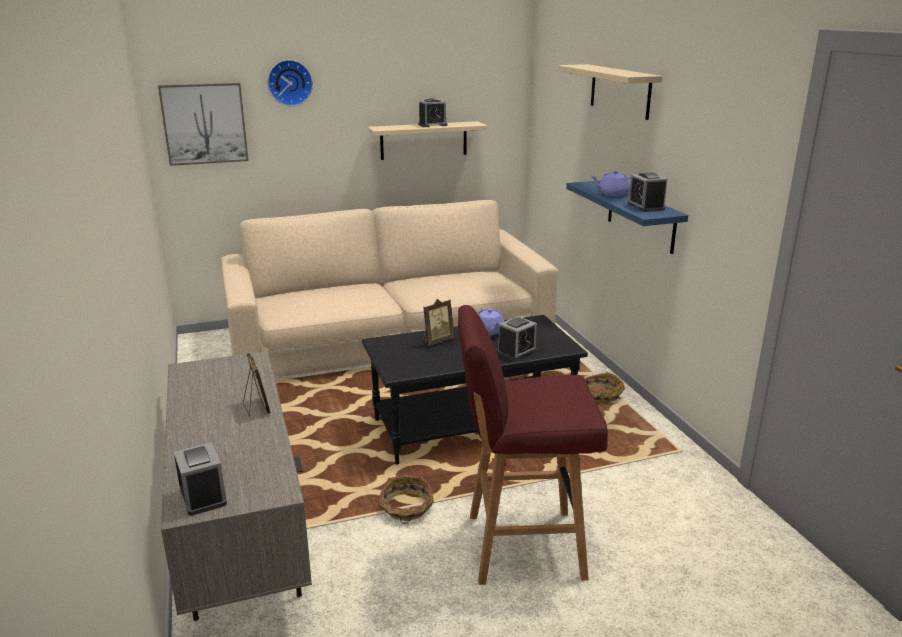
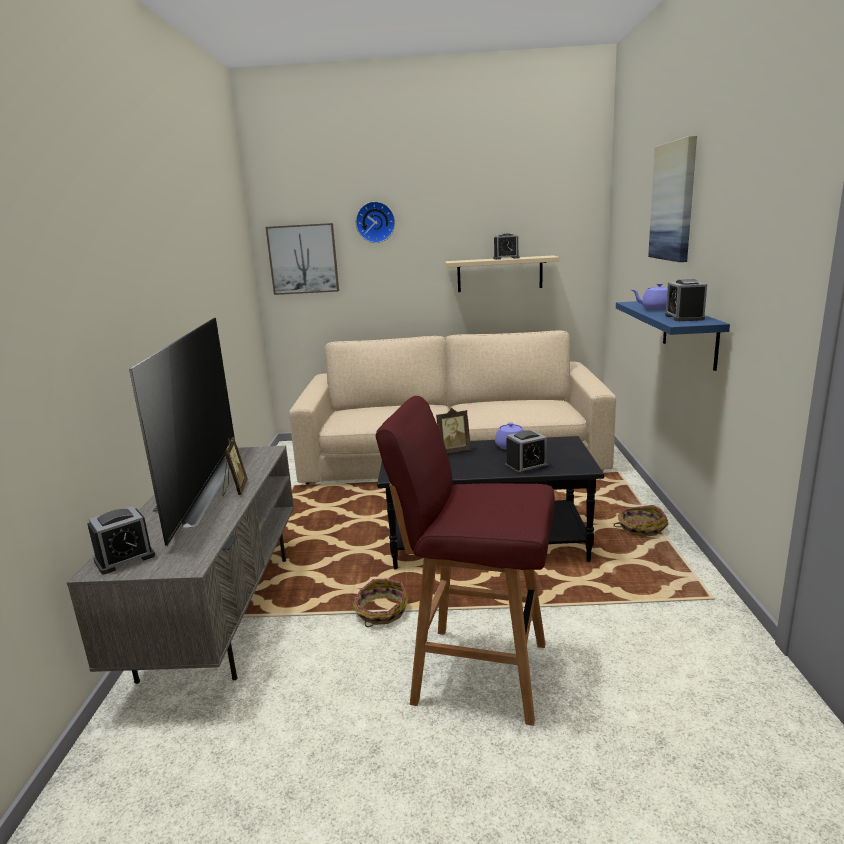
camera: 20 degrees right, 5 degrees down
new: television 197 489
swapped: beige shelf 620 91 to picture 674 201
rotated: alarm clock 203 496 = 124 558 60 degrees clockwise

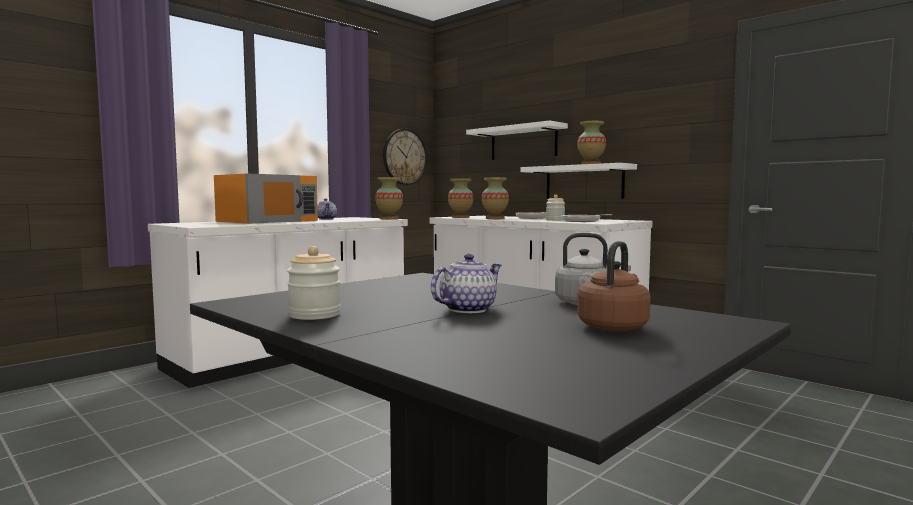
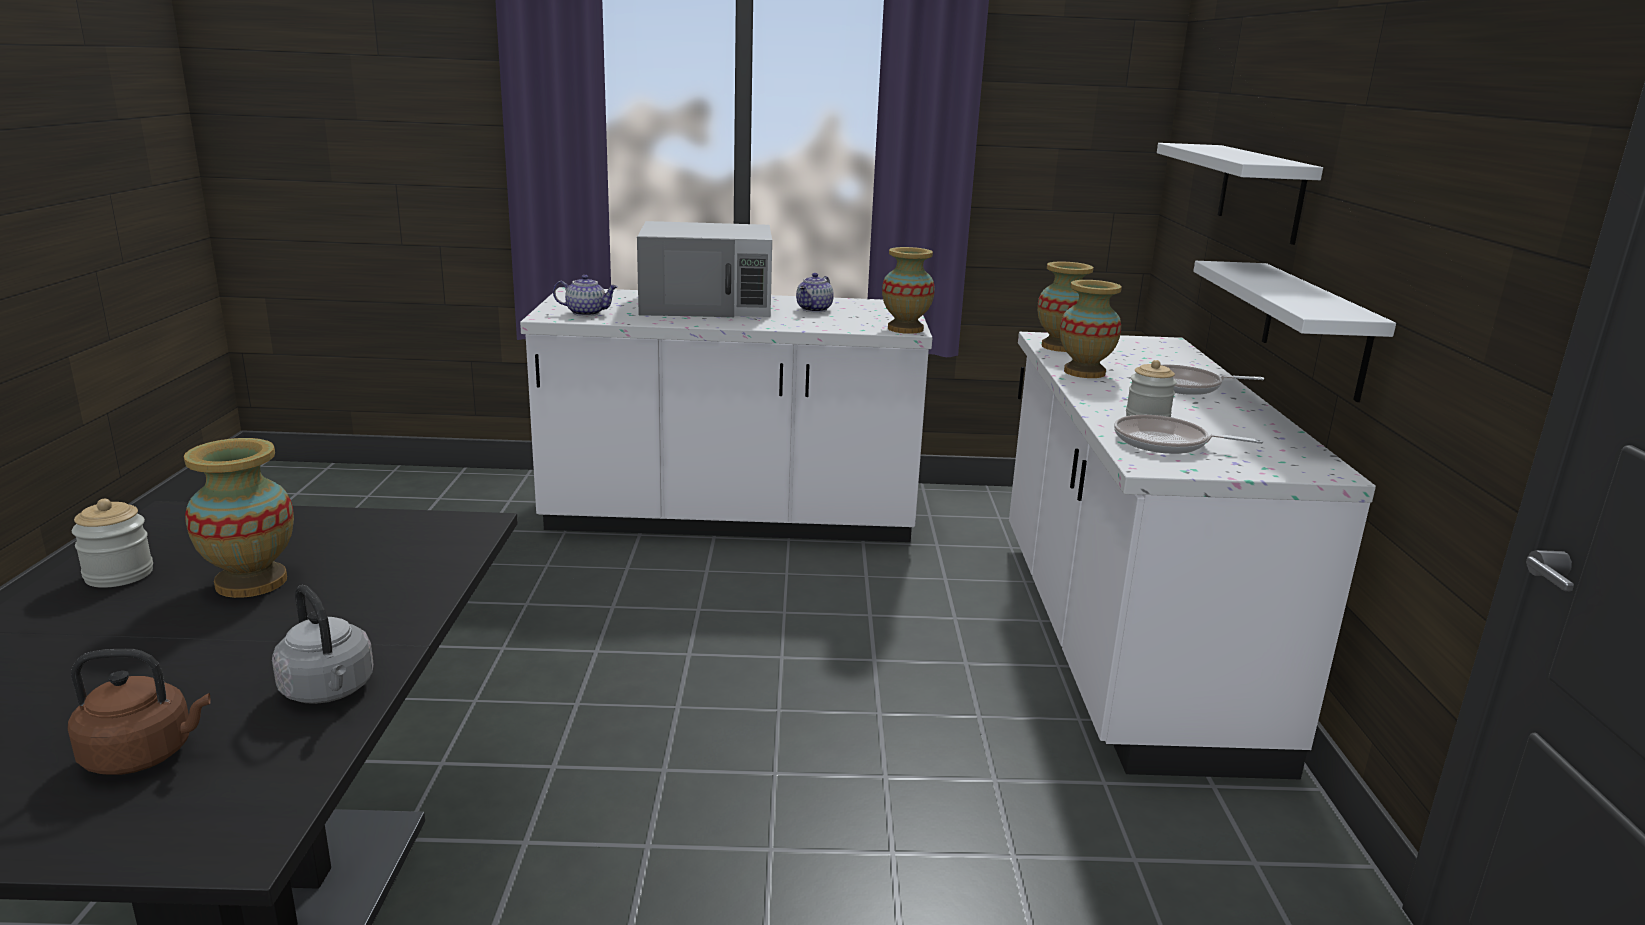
camera: 45 degrees right, 15 degrees up
gone: wall clock 404 157
shifted: vase 591 164 to 251 582; teapot 467 309 to 587 313
repainted: orange microwave 268 221 to white microwave 707 305

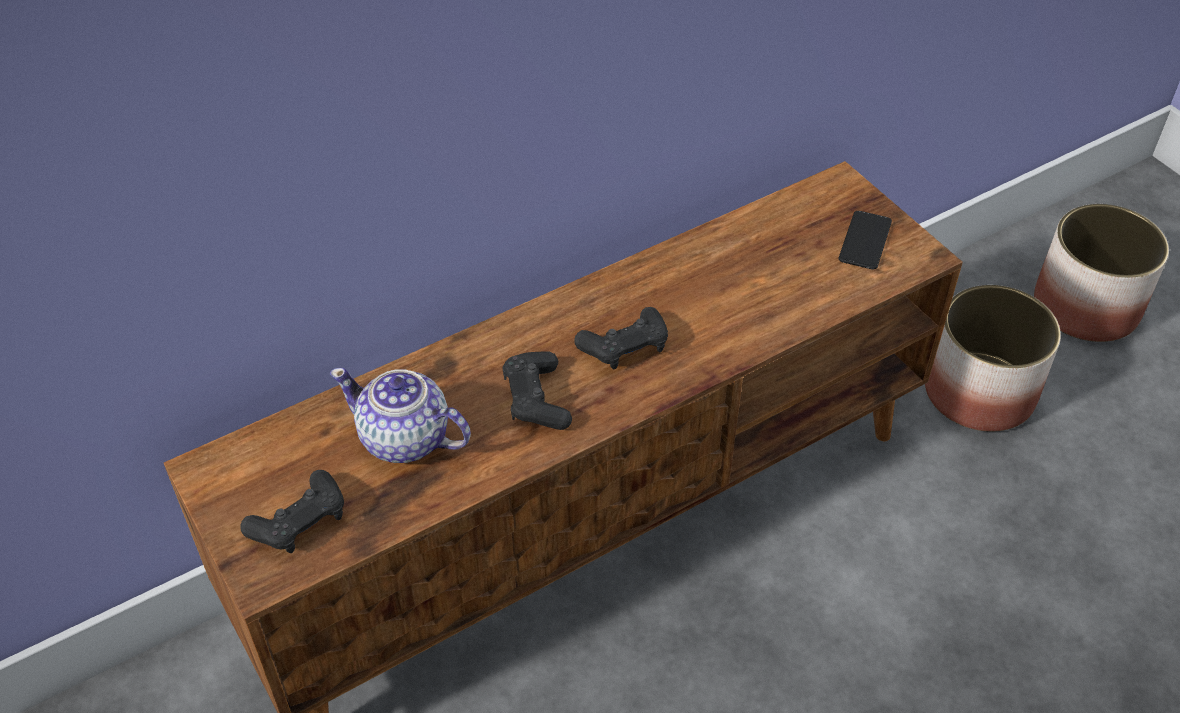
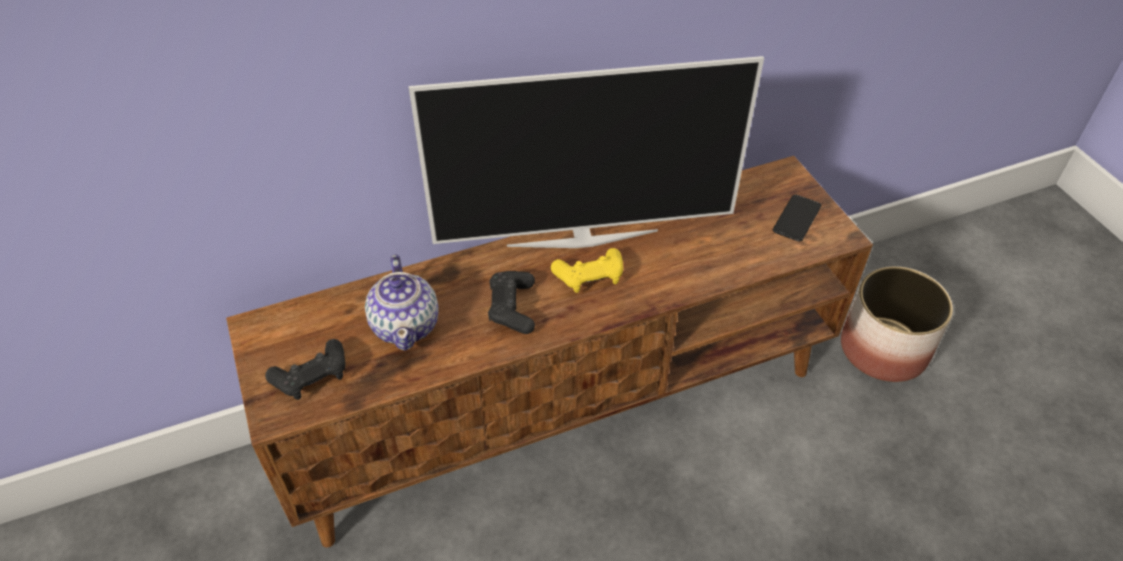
camera: 10 degrees right, 0 degrees up
gone: planter 1086 307
new: television 582 236
repainted: black game controller 625 347 to yellow game controller 589 277
rotated: teapot 405 439 = 406 325 135 degrees counterclockwise

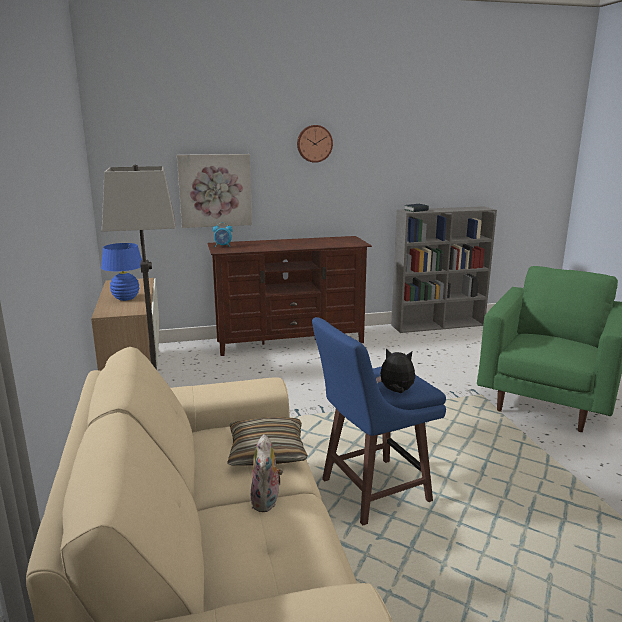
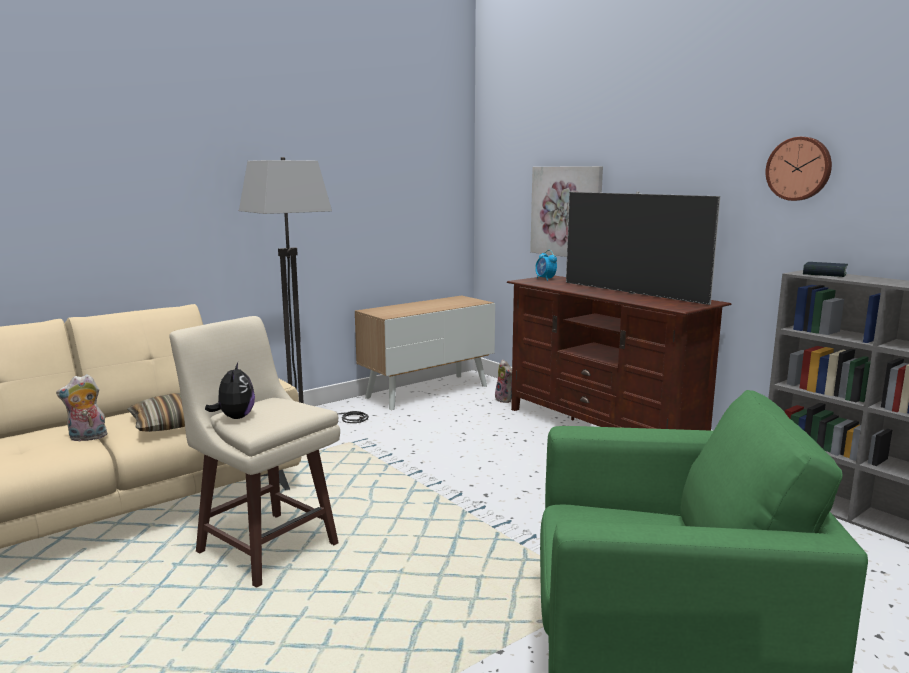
camera: 65 degrees right, 5 degrees down
gone: blue table lamp 126 298
new: plush toy 505 399; television 632 293
shifted: wall clock 314 143 to 799 169
repainted: blue stool 372 491 to beige stool 266 546

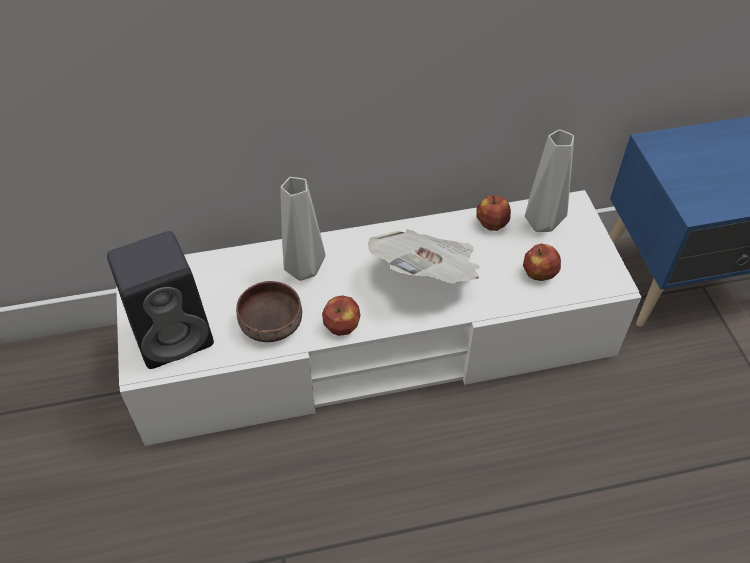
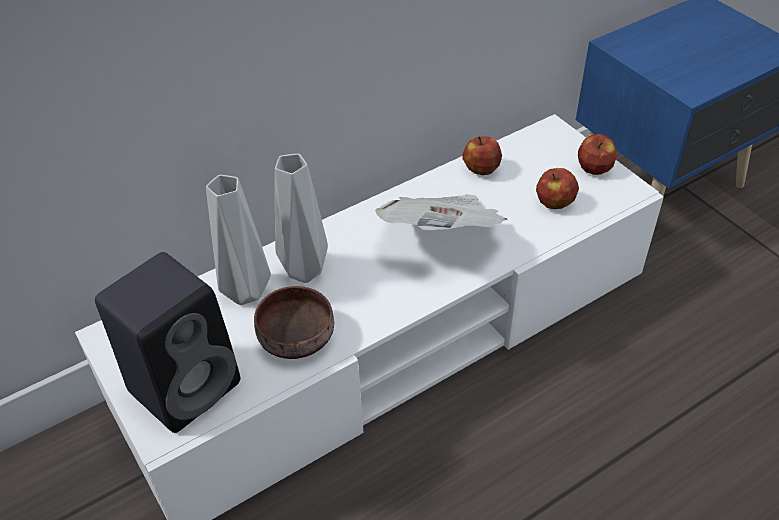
camera: 20 degrees left, 5 degrees down
shifted: grey vase 542 225 to 246 294; apple 342 325 to 594 168

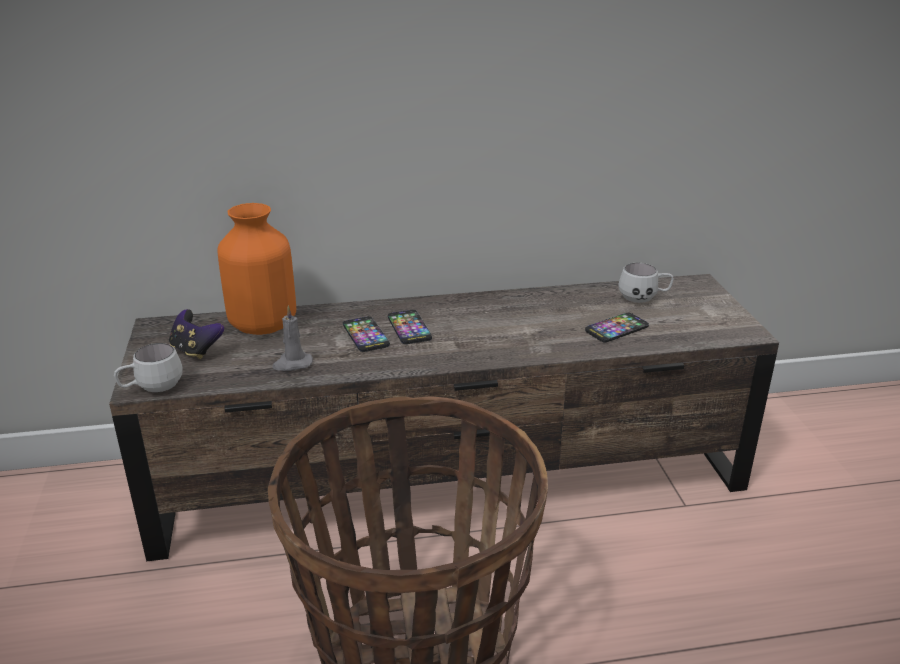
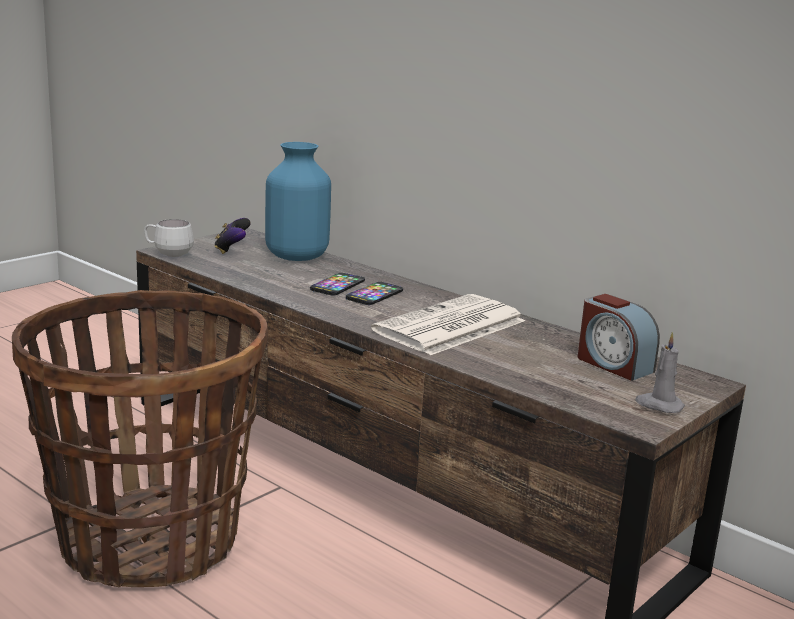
camera: 50 degrees right, 10 degrees down
gone: phone 616 329
new: newspaper 449 327
shifted: grey candle 292 364 to 658 405
swapped: white mug 644 298 to alarm clock 613 364
repainted: orange vase 264 325 to blue vase 297 257

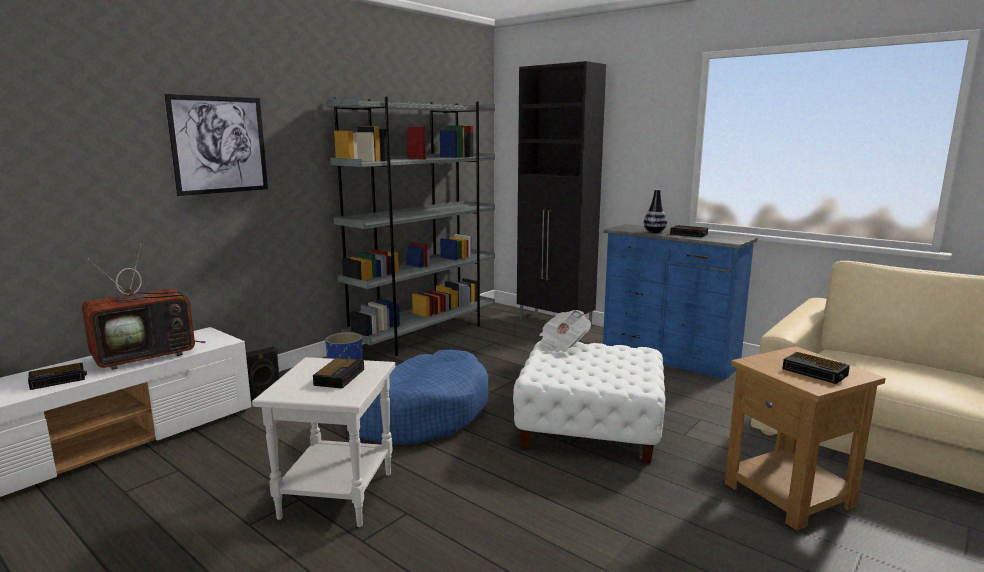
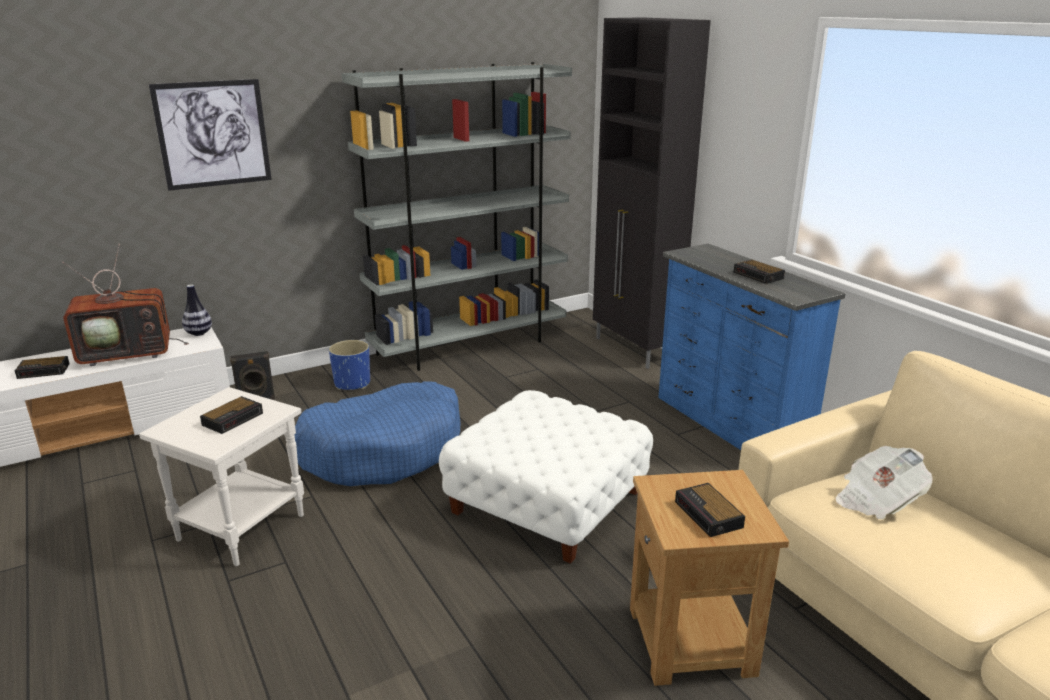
camera: 20 degrees right, 10 degrees up
shifted: vase 654 232 to 199 333; newspaper 561 345 to 877 500

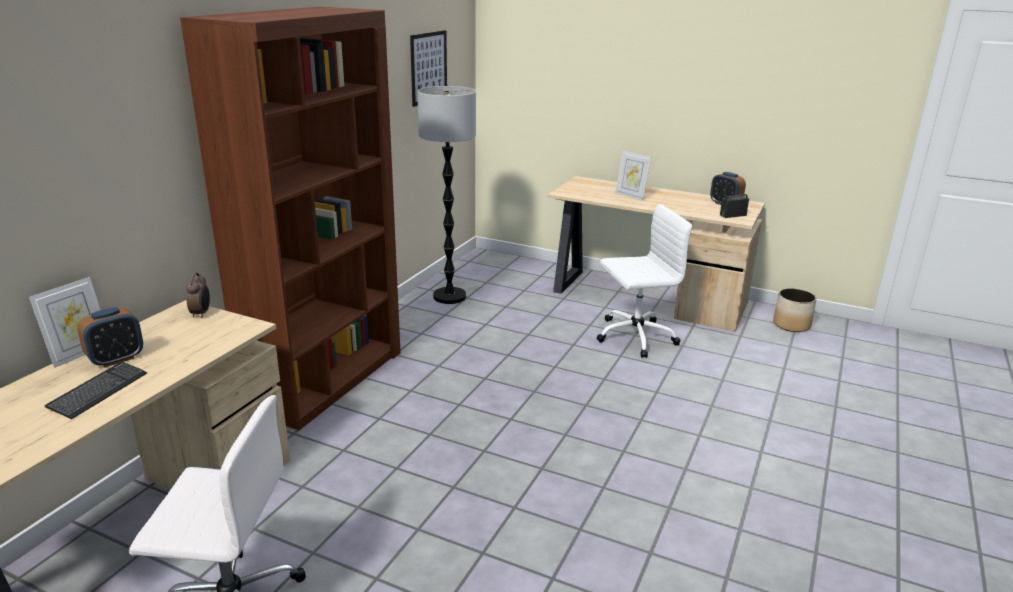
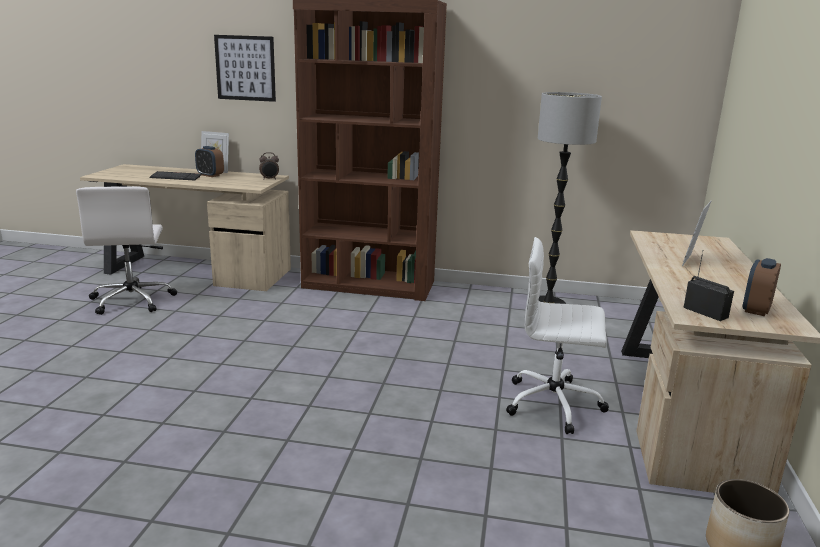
camera: 75 degrees right, 5 degrees down
shifted: picture 428 67 to 245 68
rotated: white office chair 634 336 = 555 404 135 degrees clockwise

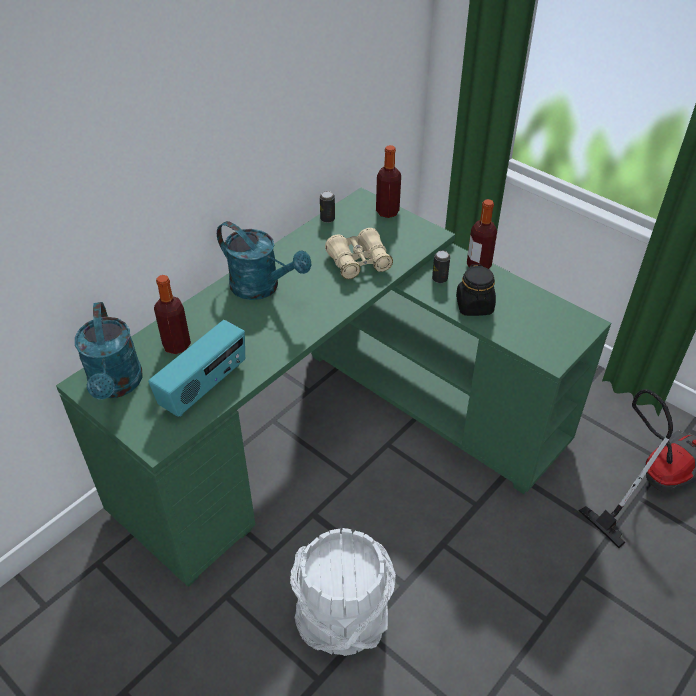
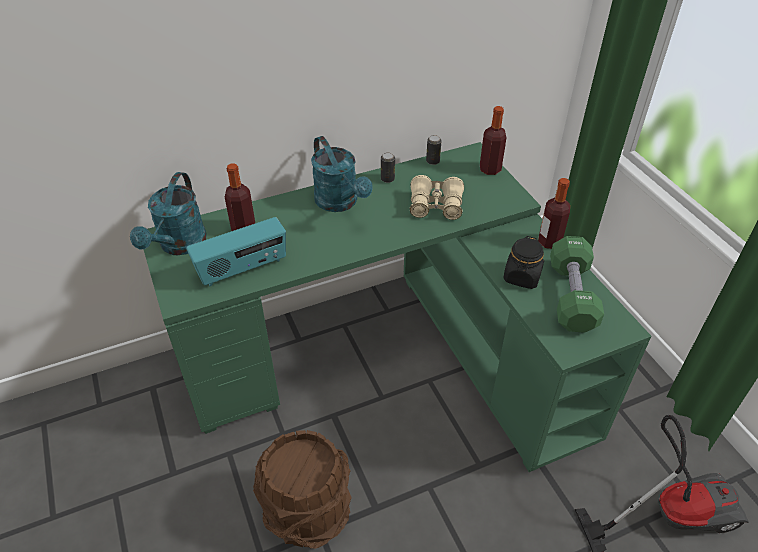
camera: 25 degrees right, 0 degrees up
new: green dumbbell 571 296
shifted: can 439 279 to 387 179
repainted: white bucket 343 618 to brown bucket 309 513

